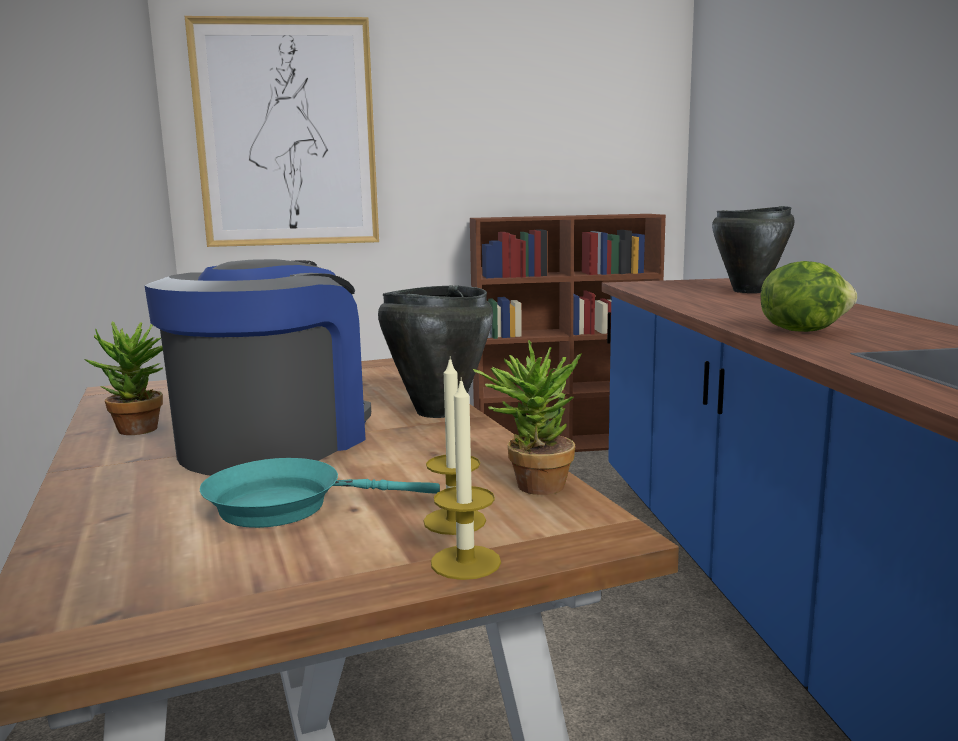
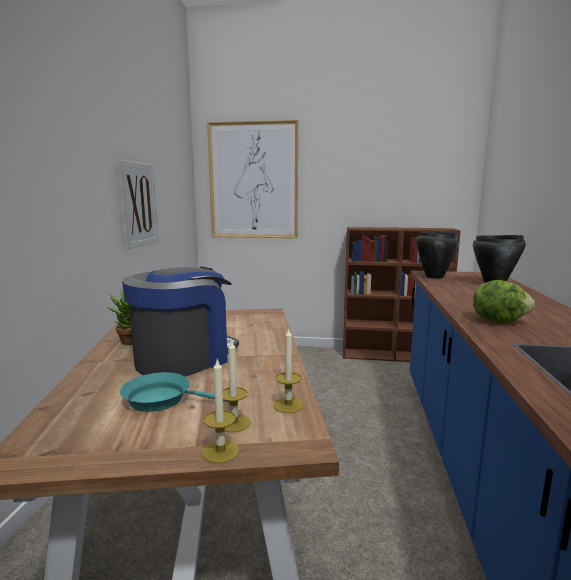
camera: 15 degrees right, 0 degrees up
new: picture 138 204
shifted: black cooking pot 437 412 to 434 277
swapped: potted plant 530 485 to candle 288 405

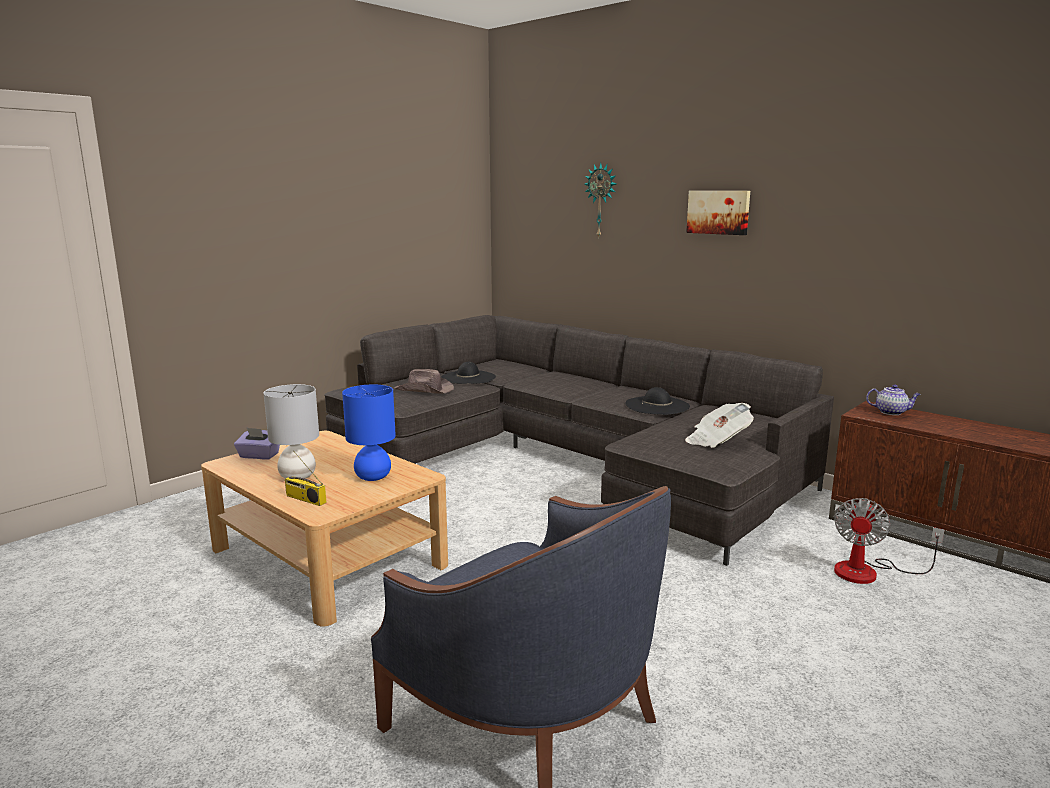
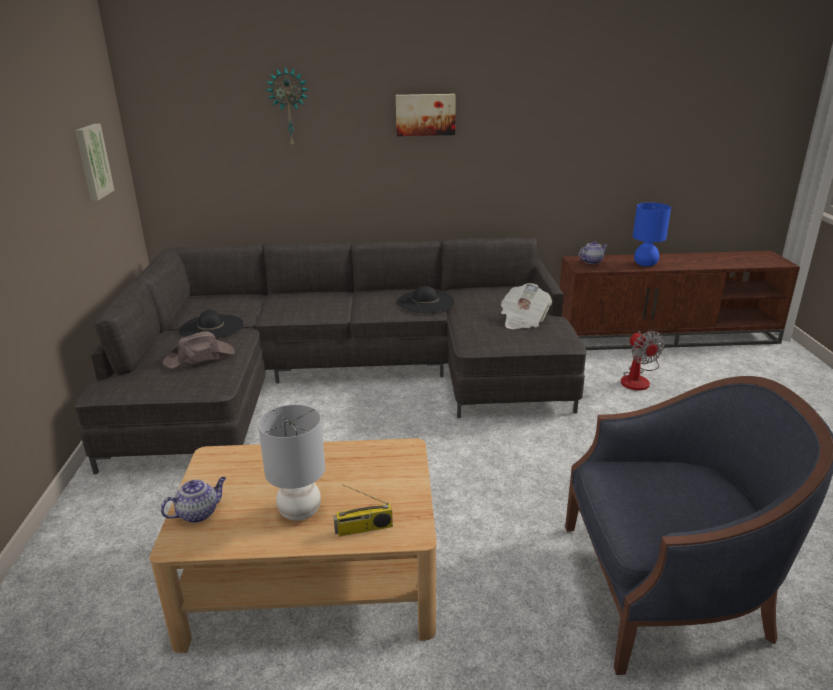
camera: 45 degrees left, 10 degrees up
new: picture 92 161
shifted: blue table lamp 373 477 to 645 264
swapped: purple tissue box 259 456 to teapot 198 513

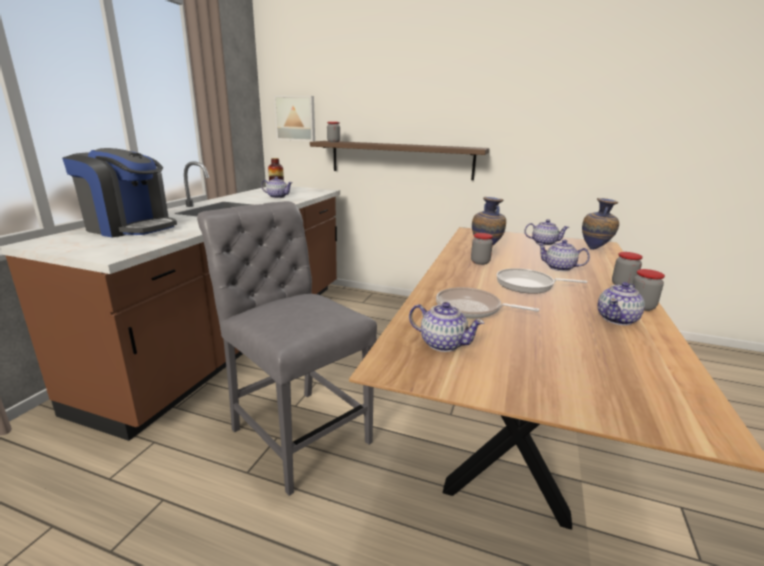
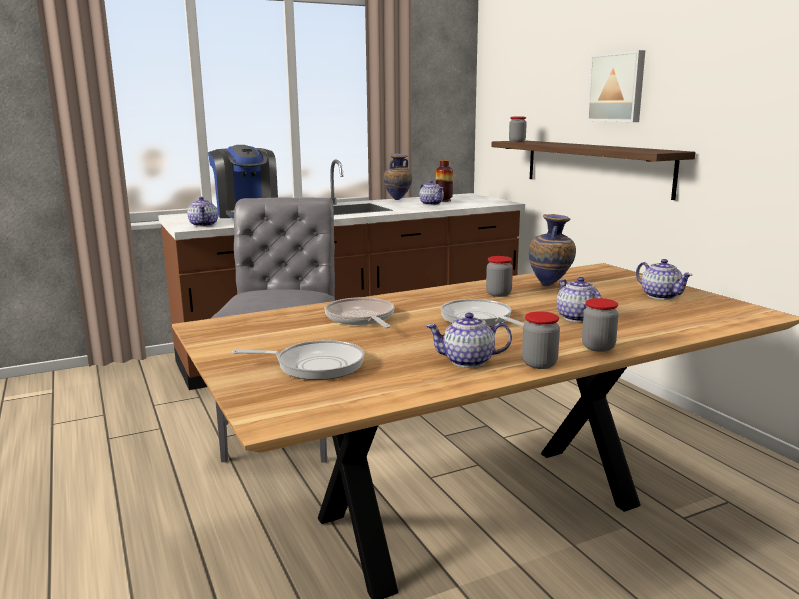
camera: 45 degrees right, 5 degrees down
new: frying pan 315 365
shifted: teapot 442 343 to 204 225; vase 595 250 to 397 200; picture 296 118 to 617 87

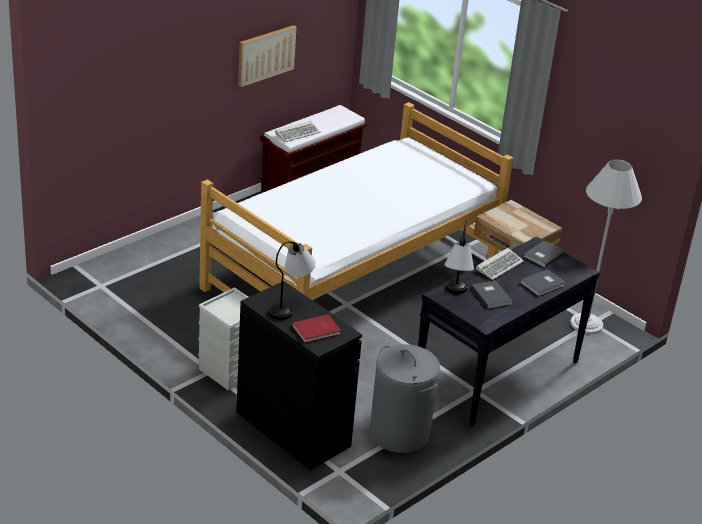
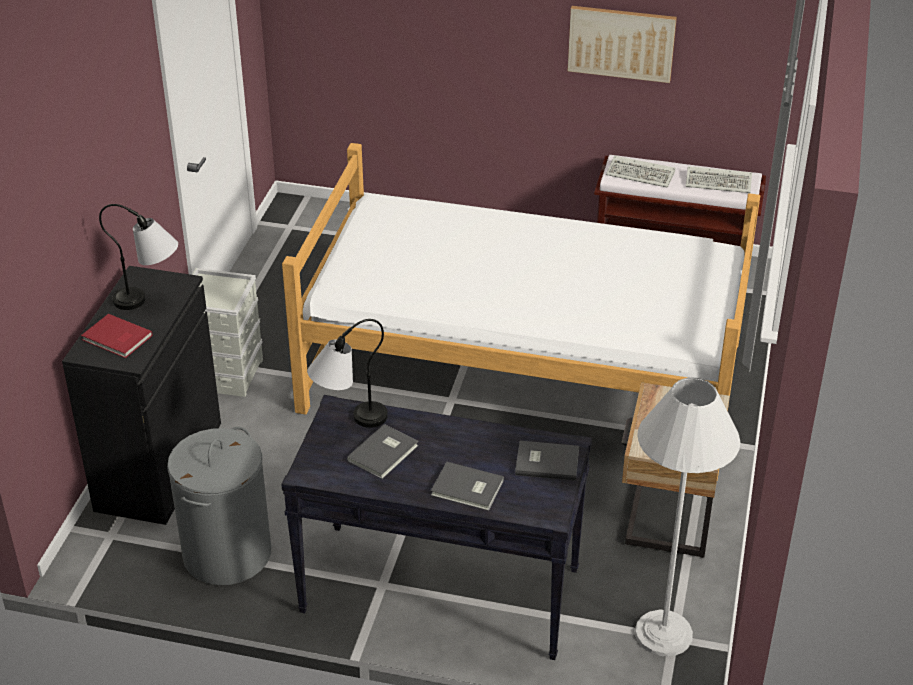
camera: 60 degrees right, 5 degrees up
shifted: keyboard 499 265 to 720 182

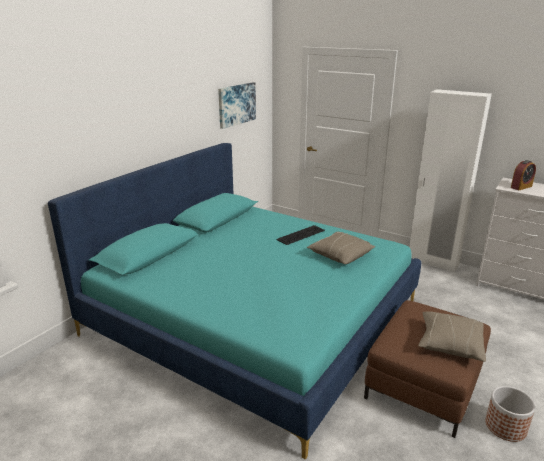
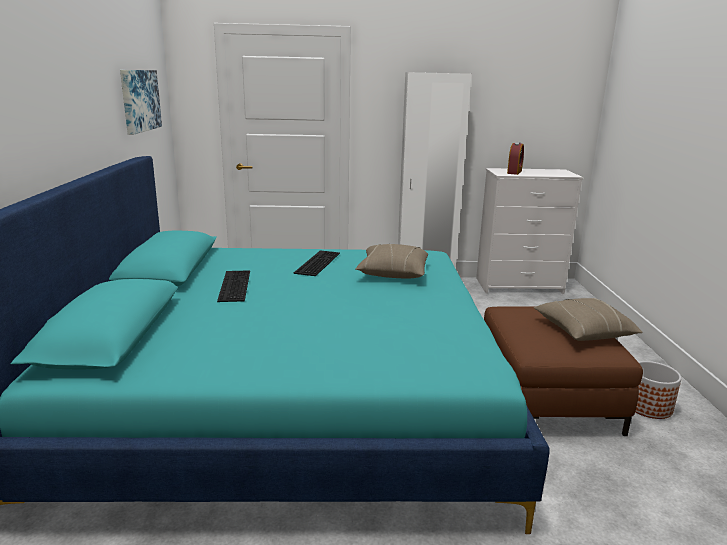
camera: 35 degrees left, 5 degrees down
new: keyboard 233 285

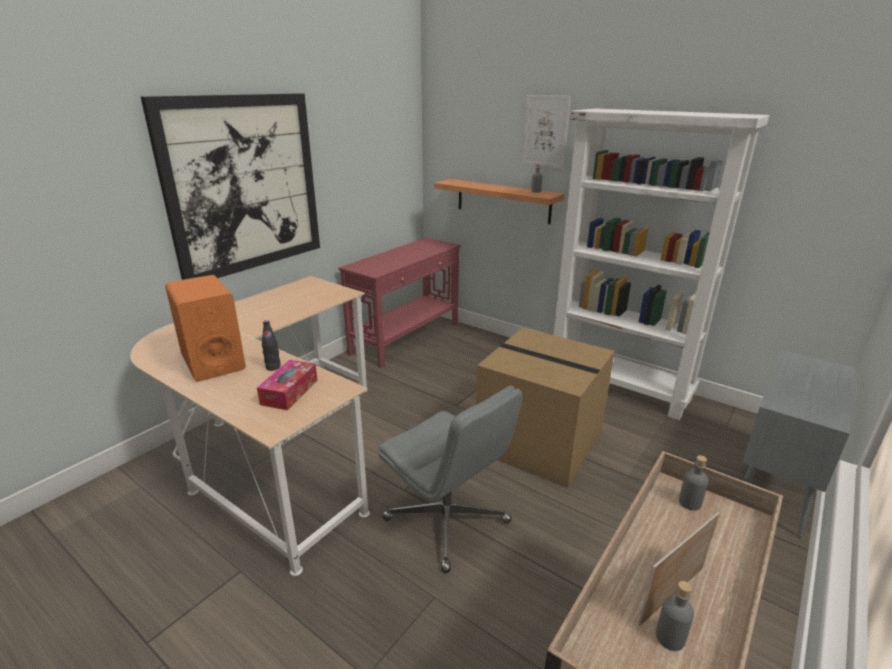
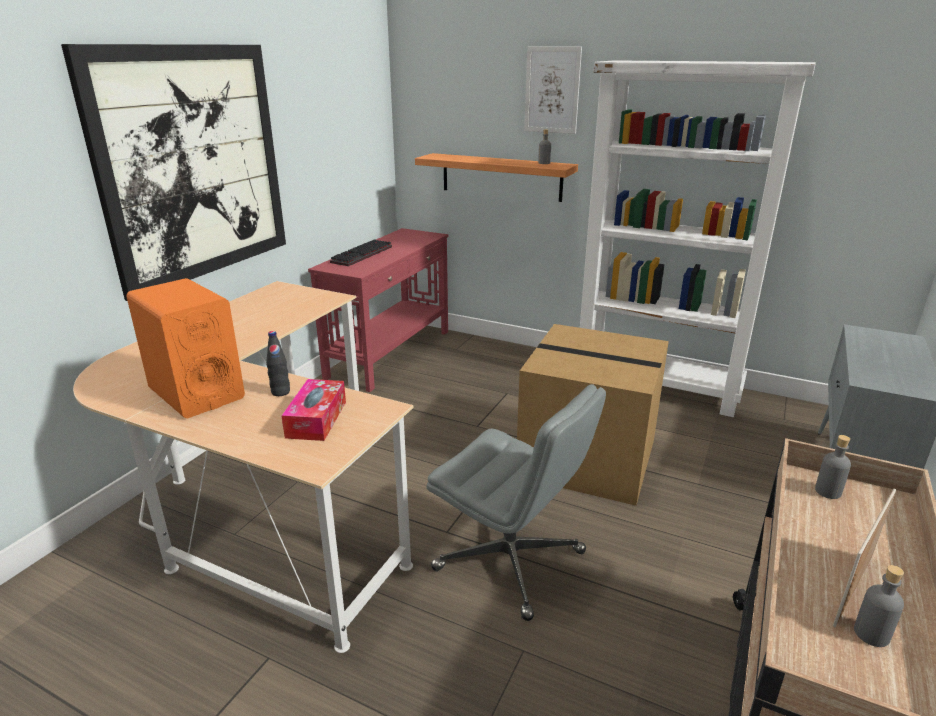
camera: 10 degrees left, 0 degrees up
new: keyboard 362 255

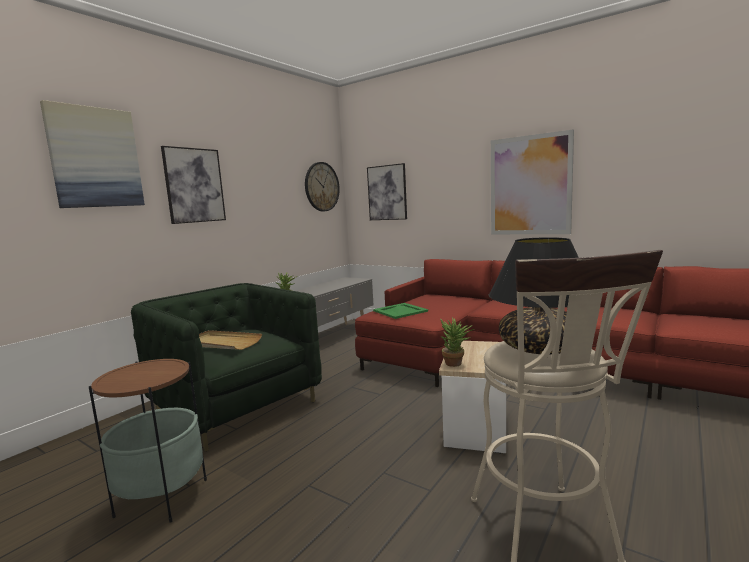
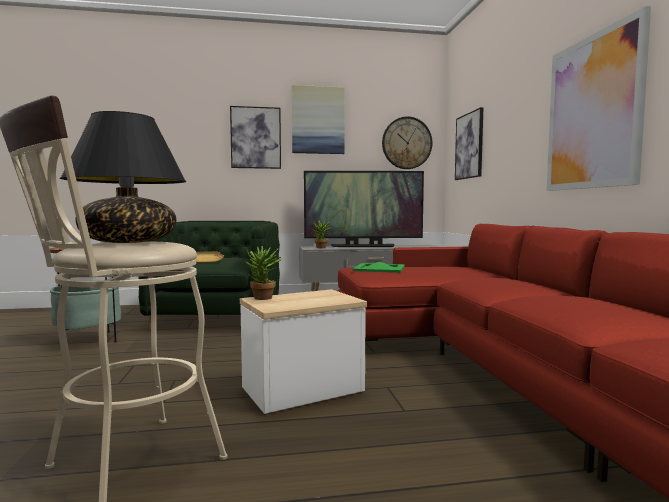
camera: 45 degrees right, 5 degrees down
new: television 363 246
shifted: picture 95 158 to 318 120

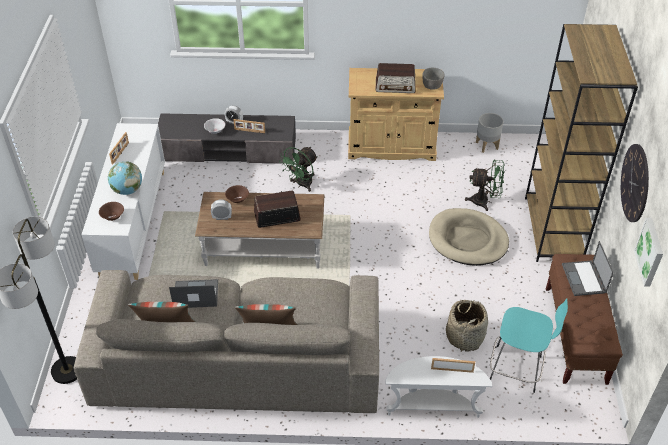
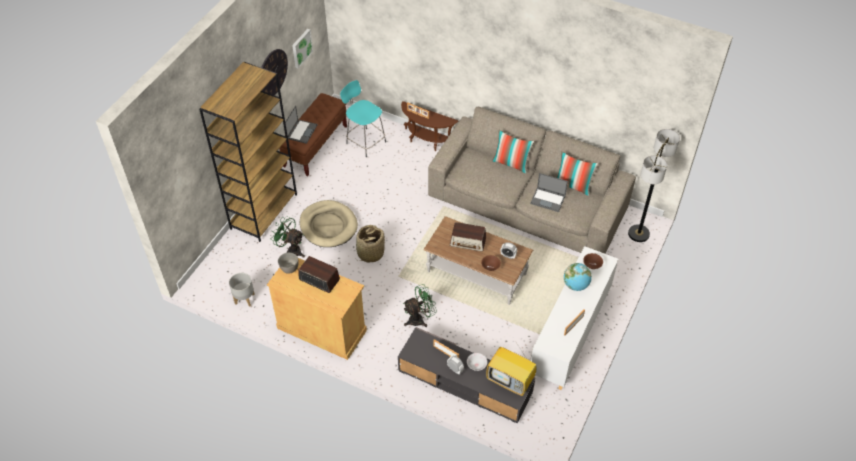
camera: 155 degrees left, 5 degrees up
new: television 511 381
shifted: basket 465 336 to 370 253
repainted: white side table 433 406 to brown side table 426 141

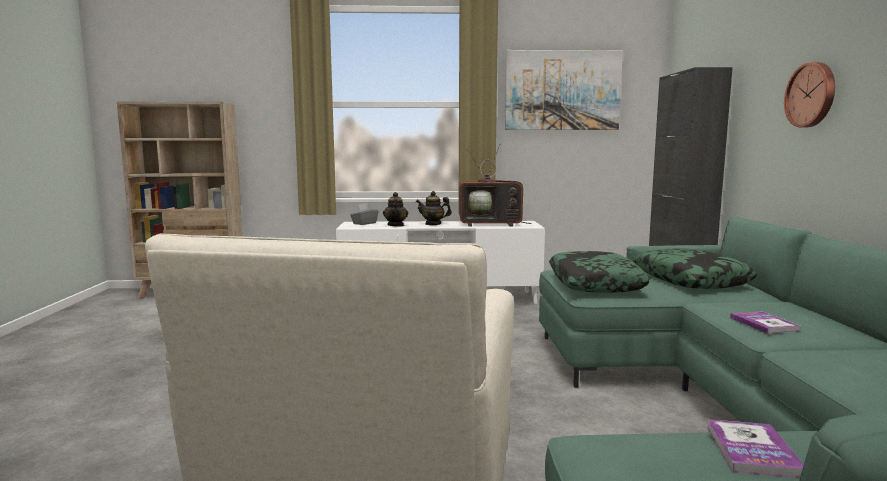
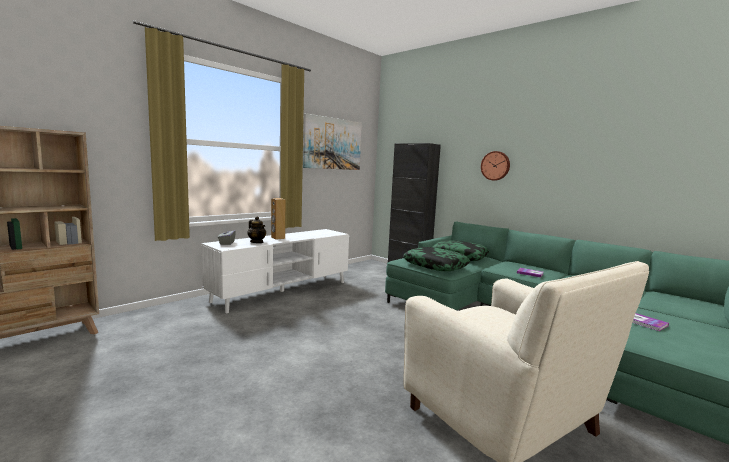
camera: 45 degrees left, 0 degrees up
gone: television 491 224
swapped: teapot 433 224 to brown speaker 277 238

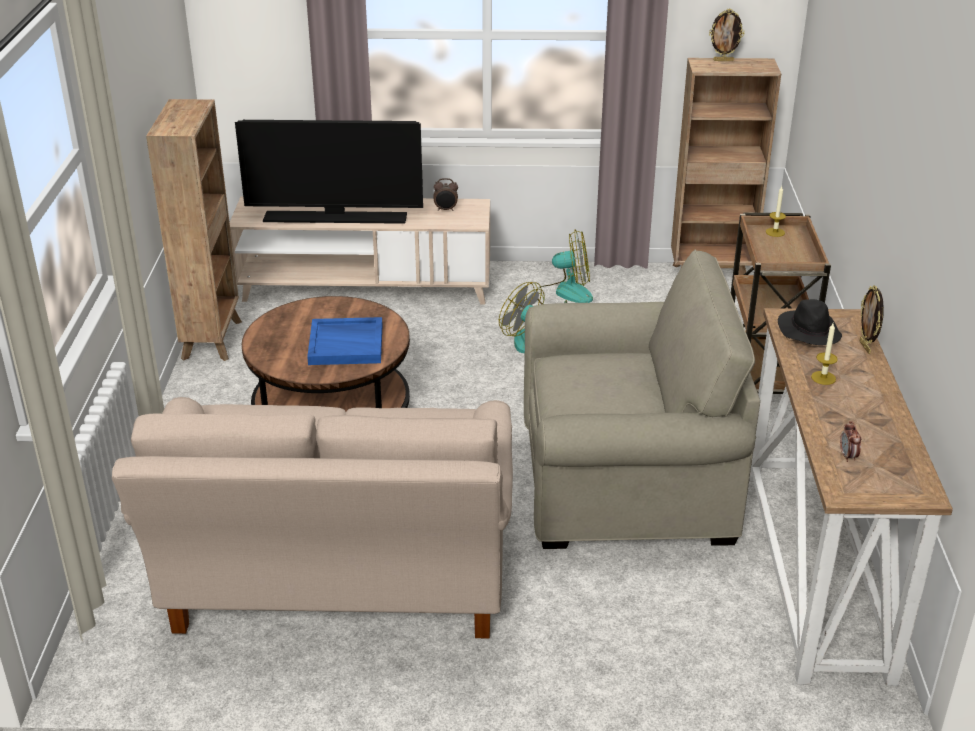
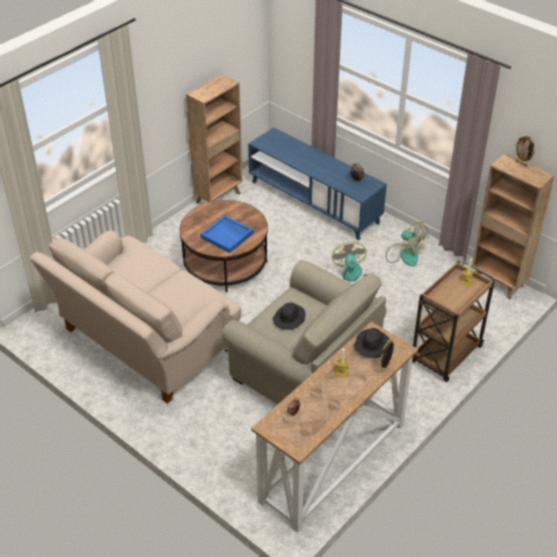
camera: 40 degrees right, 10 degrees up
gone: television 336 217
new: black hat 289 319
repainted: beige tv stand 366 288 to blue tv stand 314 202

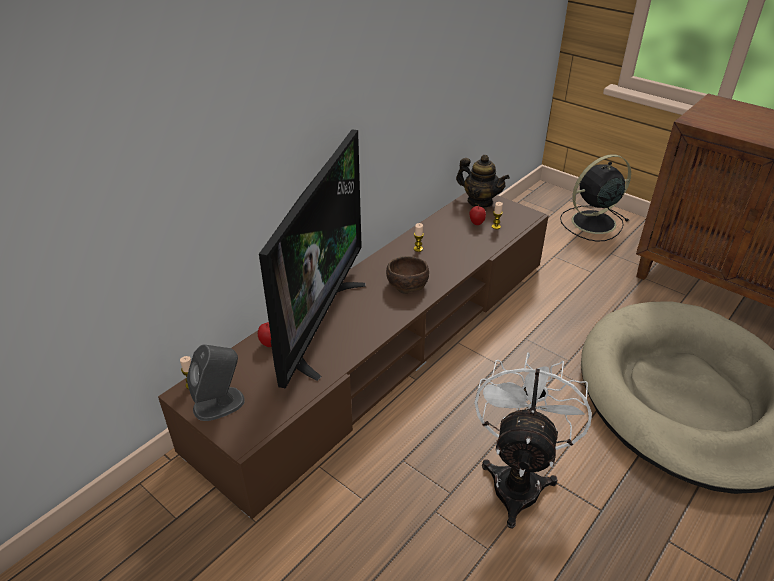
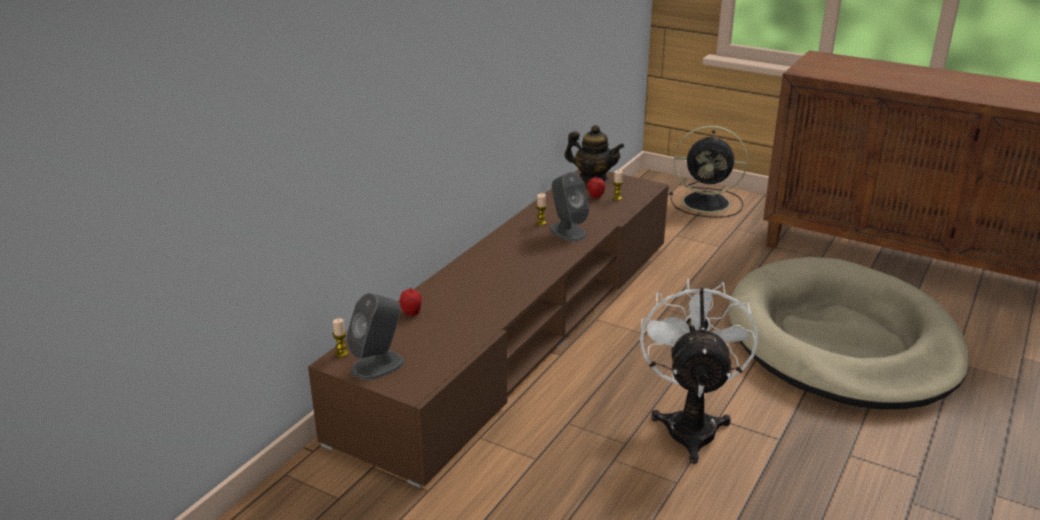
camera: 10 degrees left, 10 degrees down
gone: television 317 323; brown bowl 406 284
new: grey speaker 567 231
rotated: black fan 591 223 = 708 203 135 degrees counterclockwise

